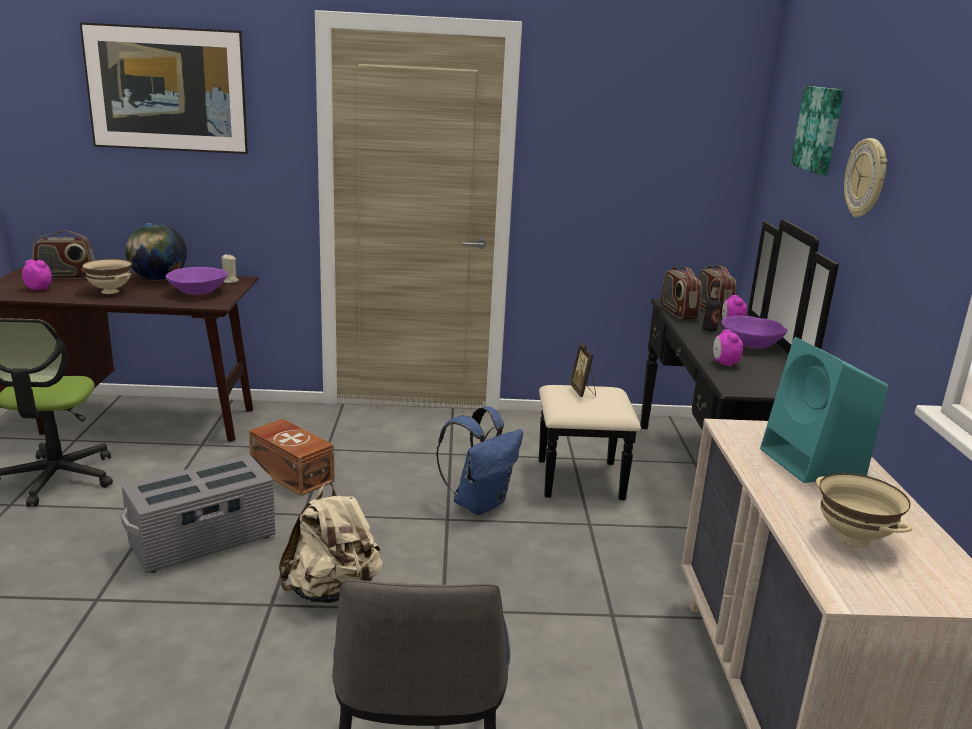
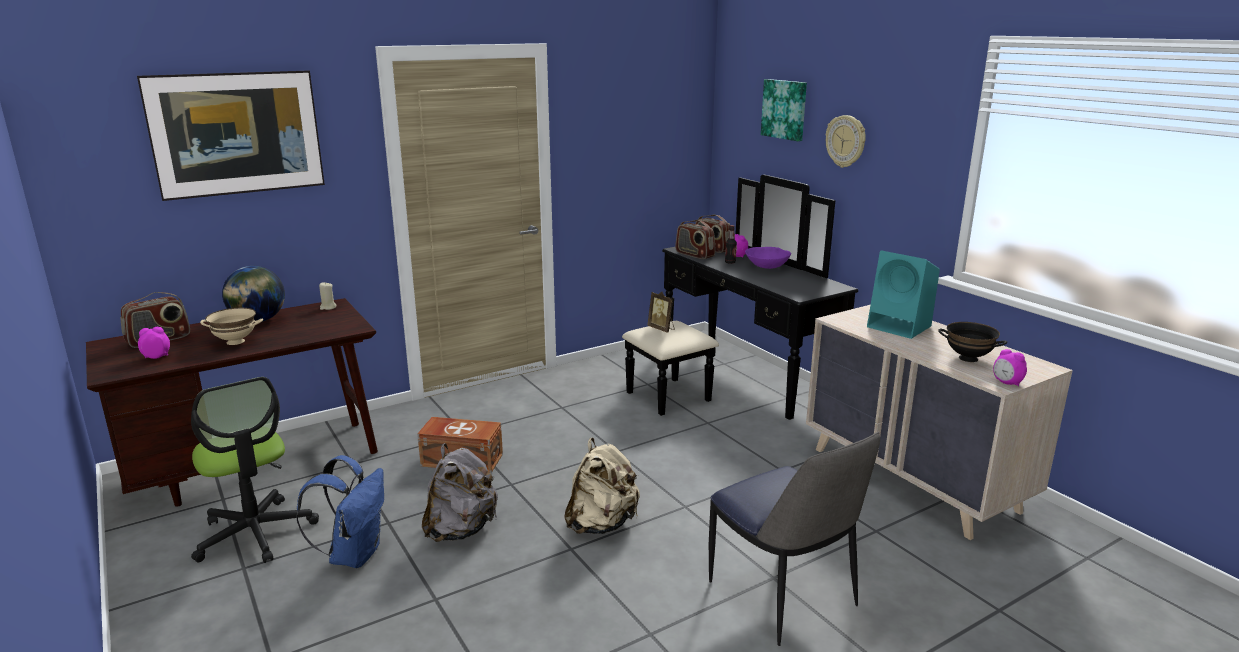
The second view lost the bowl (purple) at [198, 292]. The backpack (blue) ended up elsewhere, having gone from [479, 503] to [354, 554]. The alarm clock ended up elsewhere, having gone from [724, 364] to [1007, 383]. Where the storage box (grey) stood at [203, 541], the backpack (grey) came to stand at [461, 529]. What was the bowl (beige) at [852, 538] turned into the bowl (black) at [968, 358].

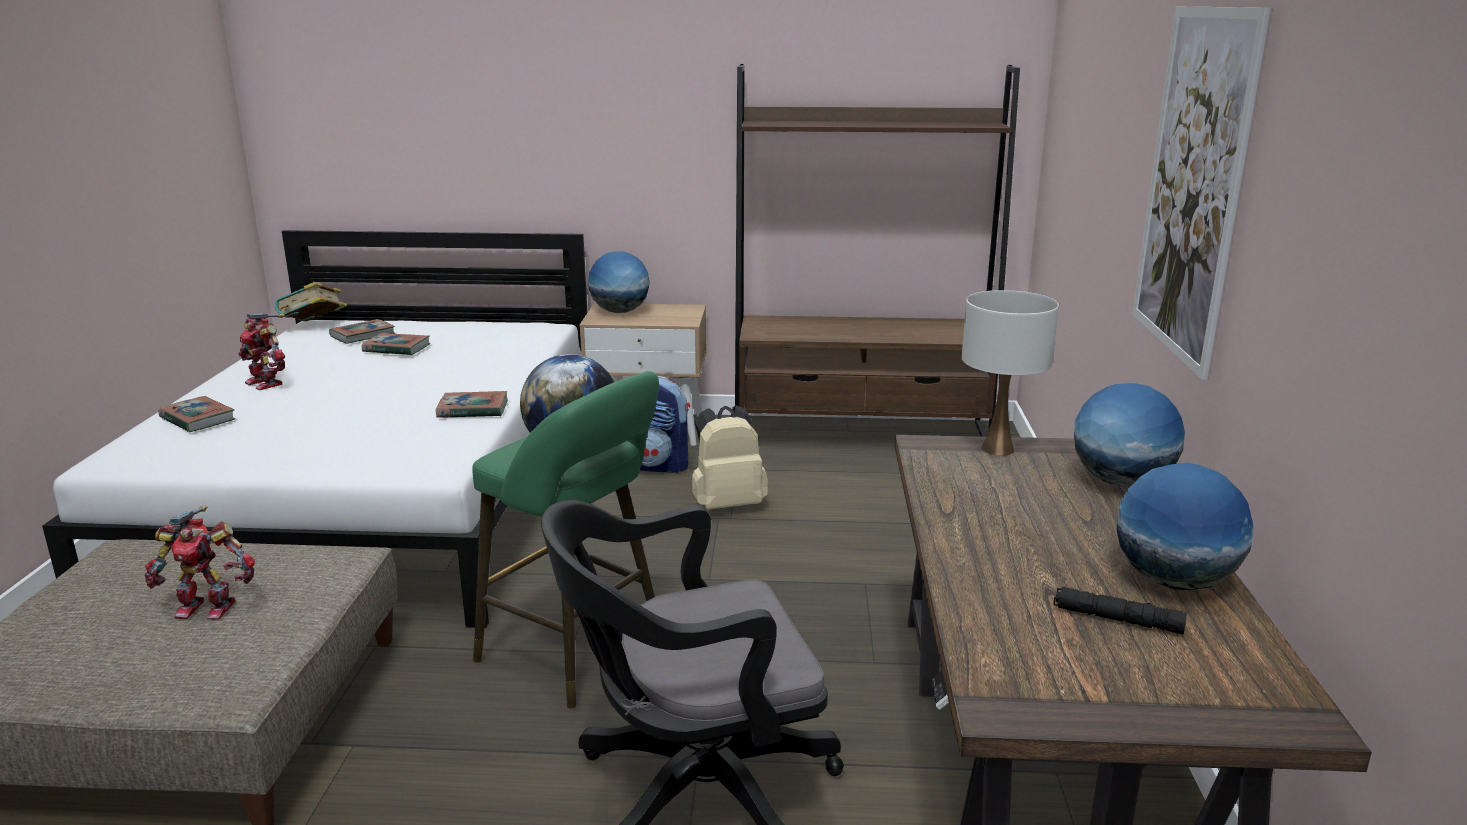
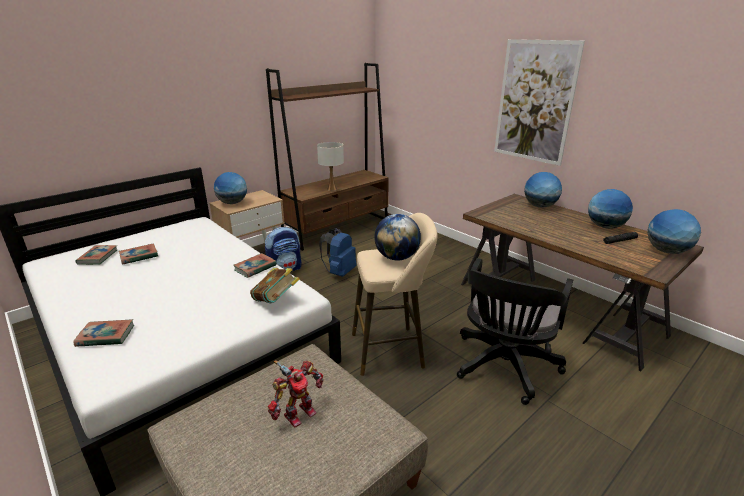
The second view lost the toy robot at [267, 383]. The second view gained the globe at [666, 251]. The book ended up elsewhere, having gone from [314, 326] to [276, 301]. The table lamp (white) ended up elsewhere, having gone from [997, 449] to [332, 189]. What was the stool (green) at [579, 654] turned into the stool (beige) at [391, 349]. What was the backpack (beige) at [727, 504] turned into the backpack (blue) at [339, 272].

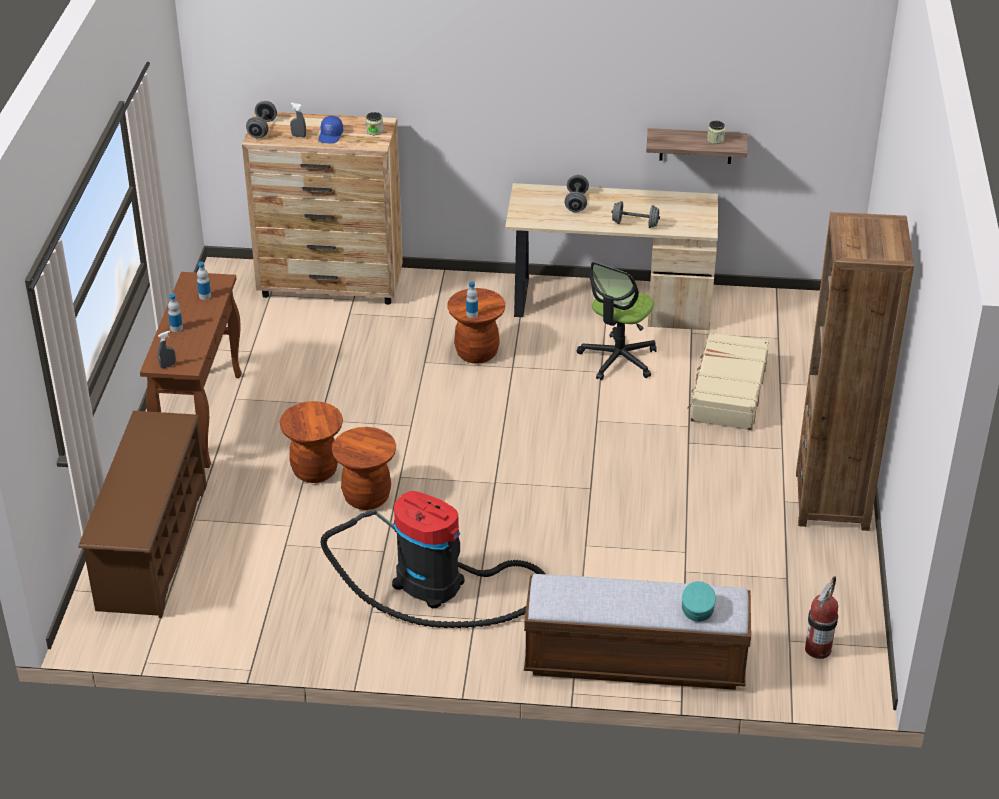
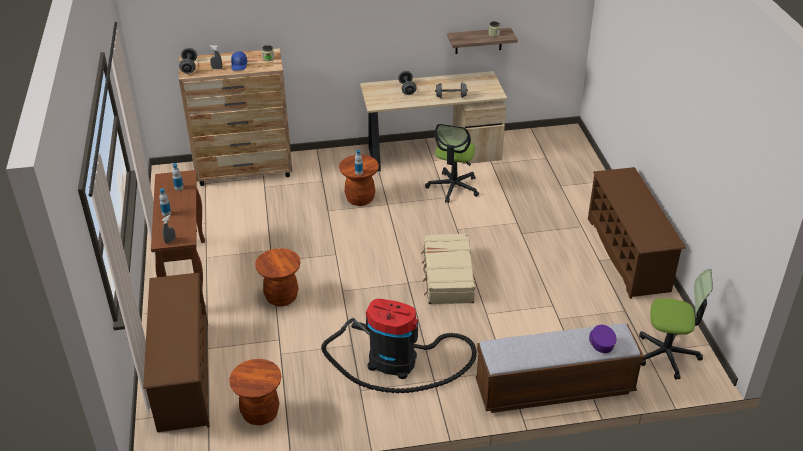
The stool (brown) ended up elsewhere, having gone from [367, 497] to [260, 413]. The suitcase (beige) ended up elsewhere, having gone from [727, 392] to [447, 276]. Where the bookcase (brown) stood at [832, 501], the shoe rack (brown) came to stand at [628, 254]. Where the fire extinguisher stood at [818, 649], the office chair came to stand at [667, 354]. What was the cap (turquoise) at [697, 606] turned into the cap (purple) at [601, 342].

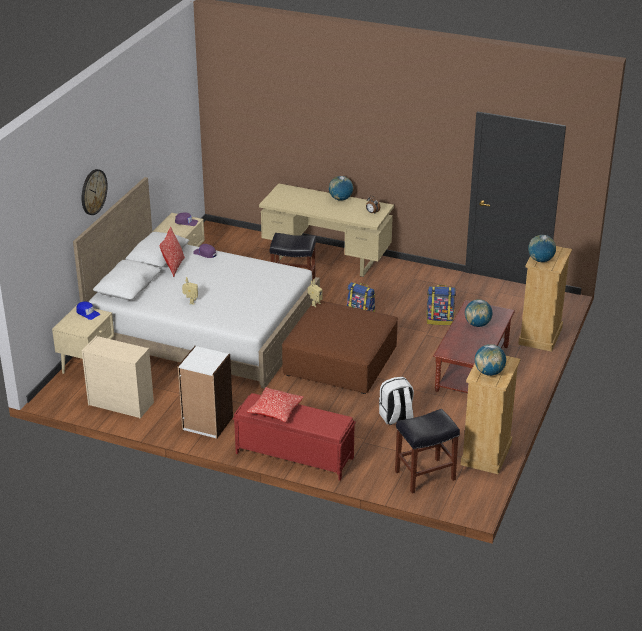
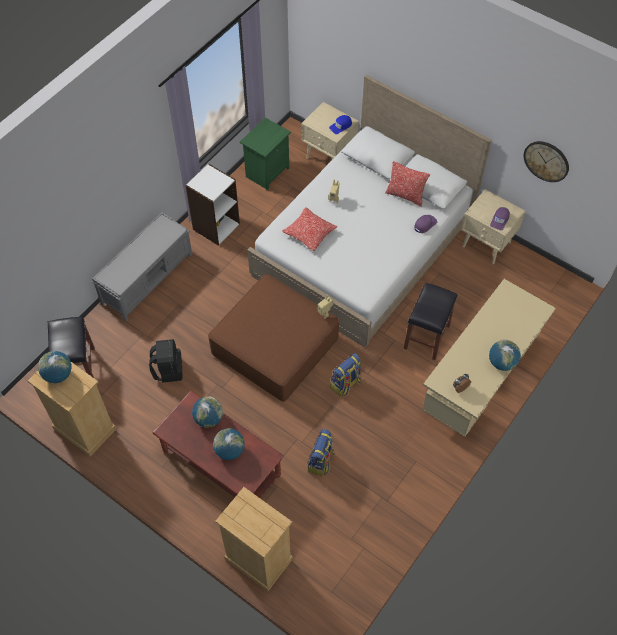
The wall clock ended up elsewhere, having gone from [93, 192] to [546, 161]. The pillow ended up elsewhere, having gone from [275, 410] to [309, 233]. The globe ended up elsewhere, having gone from [540, 260] to [209, 419]. Where the dresser (beige) stood at [120, 403], the nightstand (green) came to stand at [266, 172]. What was the bench (red) at [293, 455] turned into the bench (grey) at [147, 278]. What was the backpack (white) at [396, 417] turned into the backpack (black) at [168, 370].

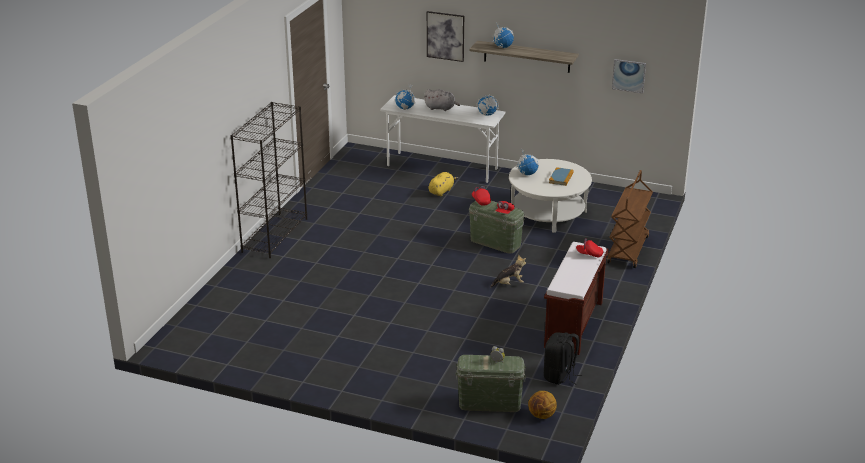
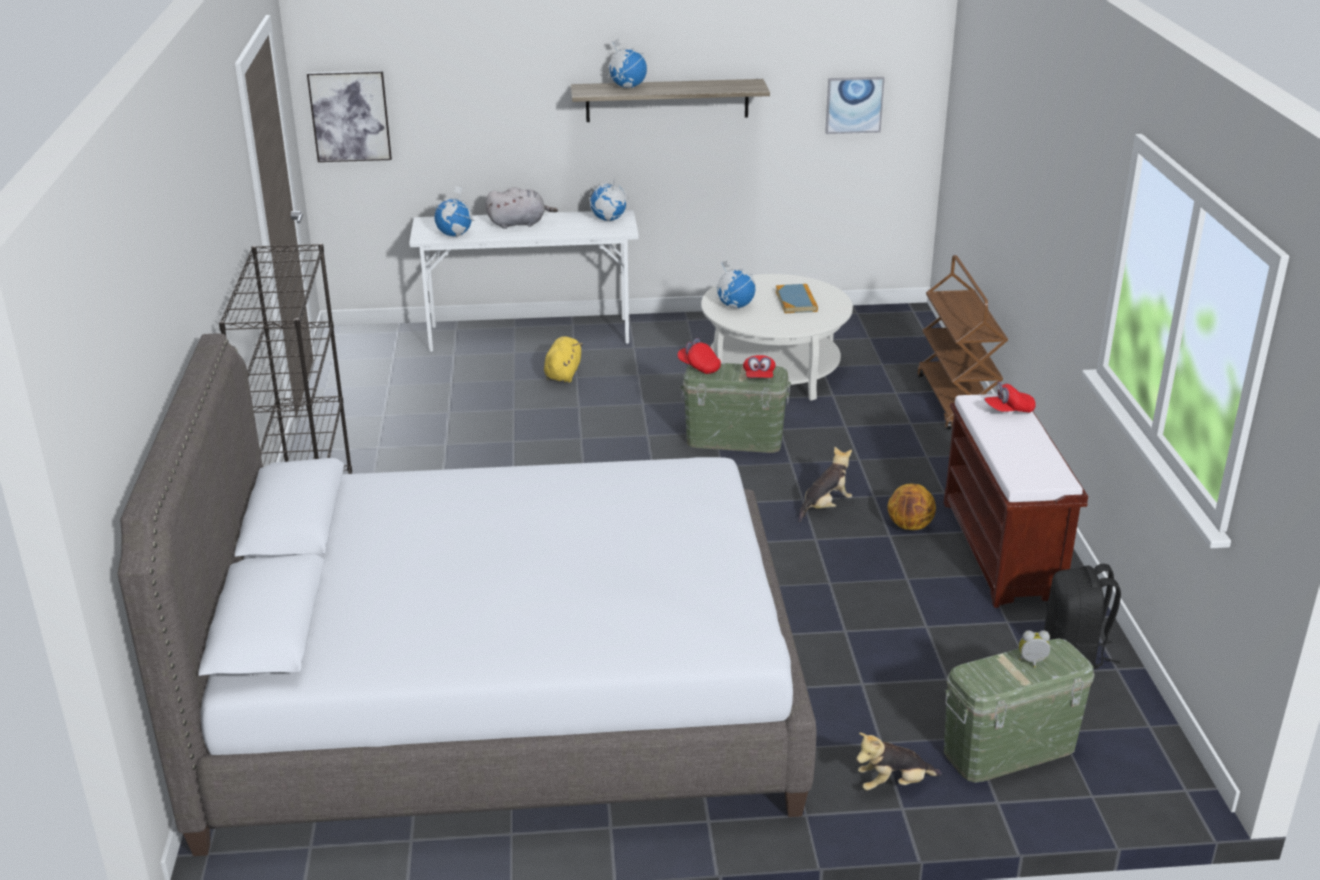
The second view gained the bed (grey) at [502, 699]. The second view gained the plush toy at [893, 784]. The picture ended up elsewhere, having gone from [445, 36] to [350, 116]. The basketball ended up elsewhere, having gone from [541, 415] to [910, 526].

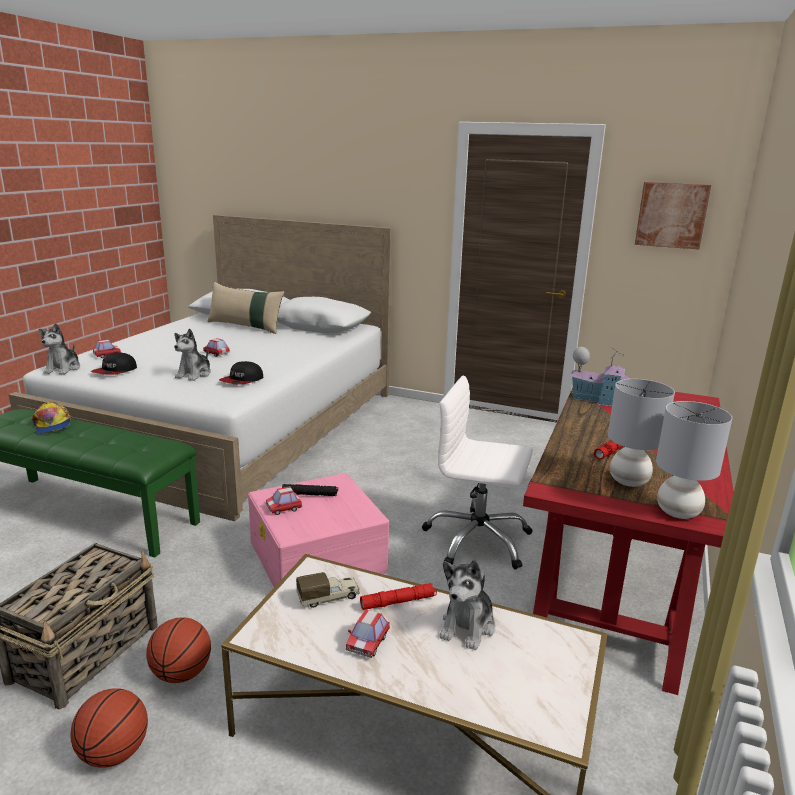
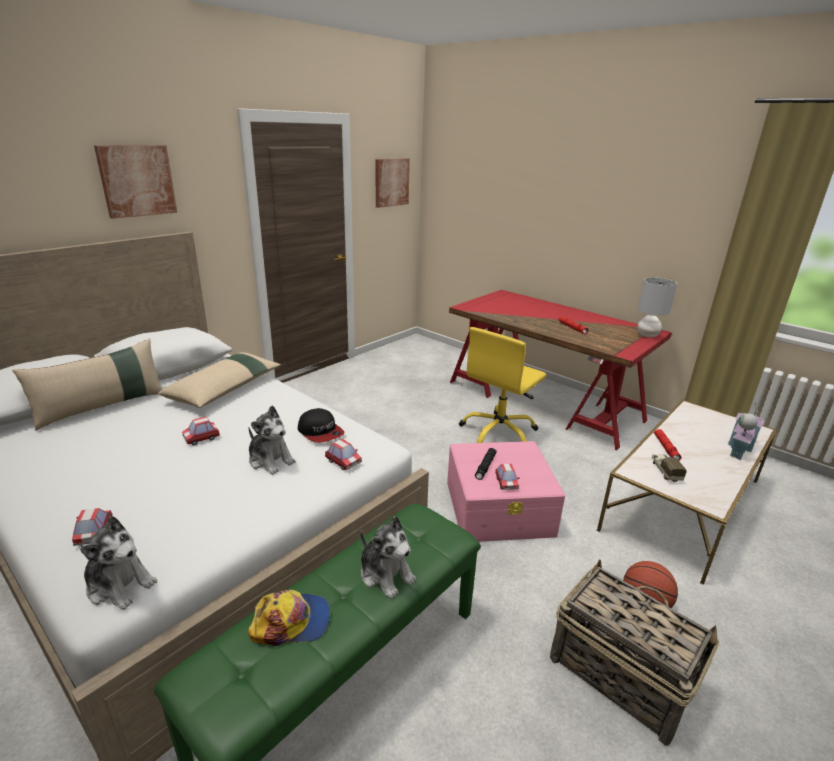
The second view lost the basketball at [114, 753]. The second view lost the cap at [115, 371]. The second view lost the table lamp (grey) at [629, 481]. The second view gained the picture at [137, 181]. The second view gained the pillow (beige) at [225, 388]. The toy car ended up elsewhere, having gone from [368, 643] to [343, 462]. The plush toy ended up elsewhere, having gone from [468, 626] to [386, 574]. The toy house ended up elsewhere, having gone from [596, 399] to [738, 449]. What was the office chair (white) at [477, 540] turned into the office chair (yellow) at [499, 434].

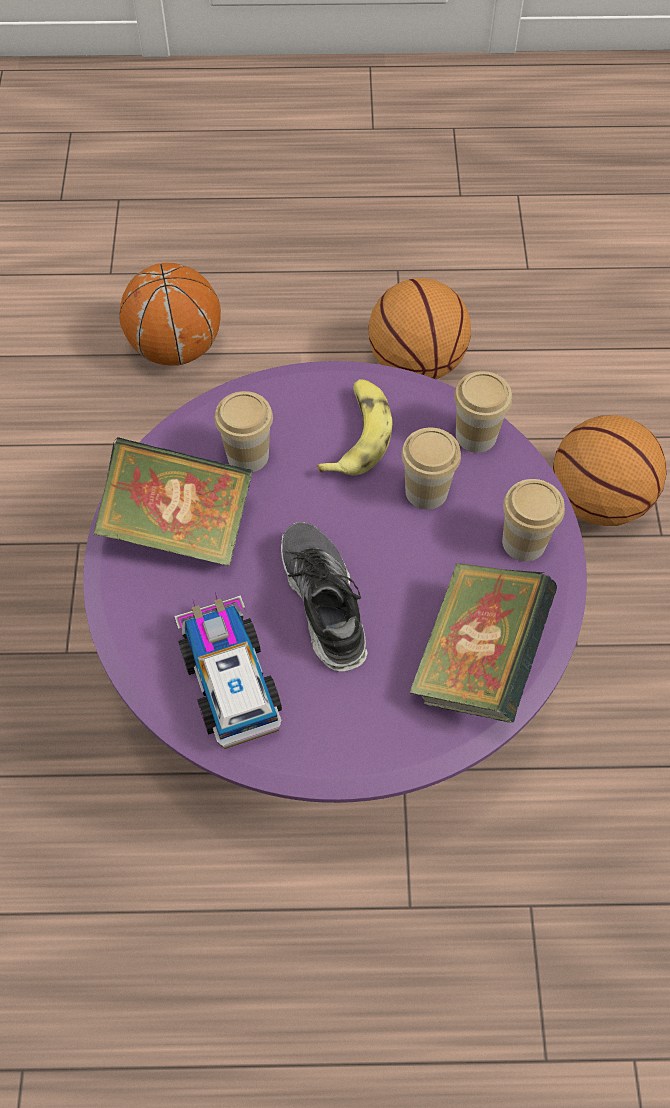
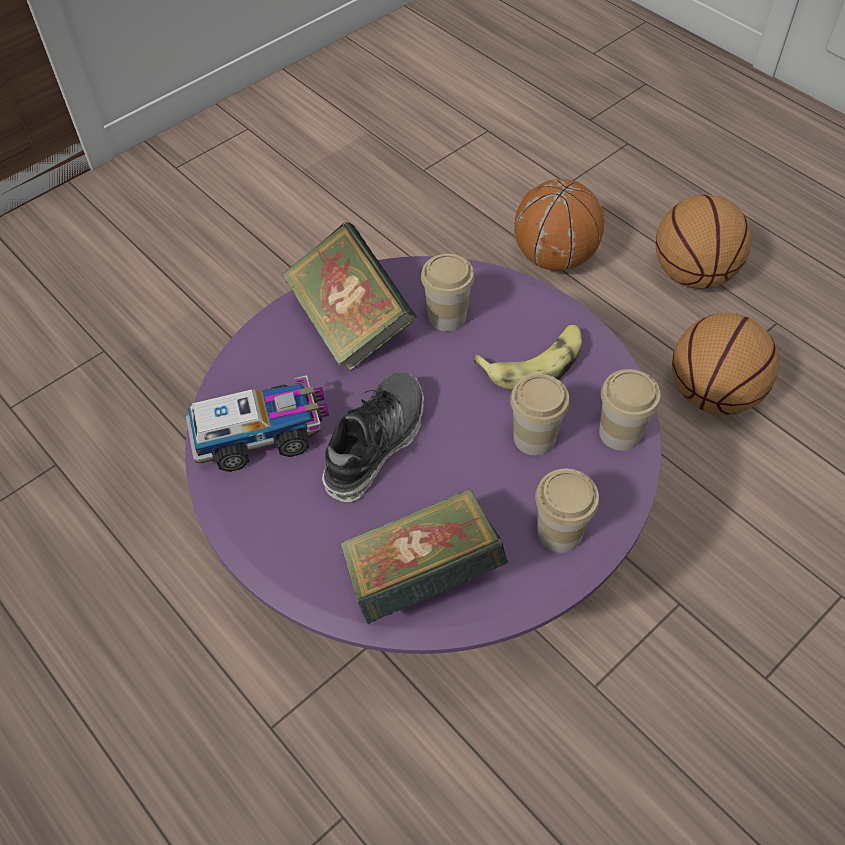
The basketball ended up elsewhere, having gone from [599, 500] to [693, 275]. The toy truck at [229, 679] ended up facing another way, 45 degrees clockwise from before.

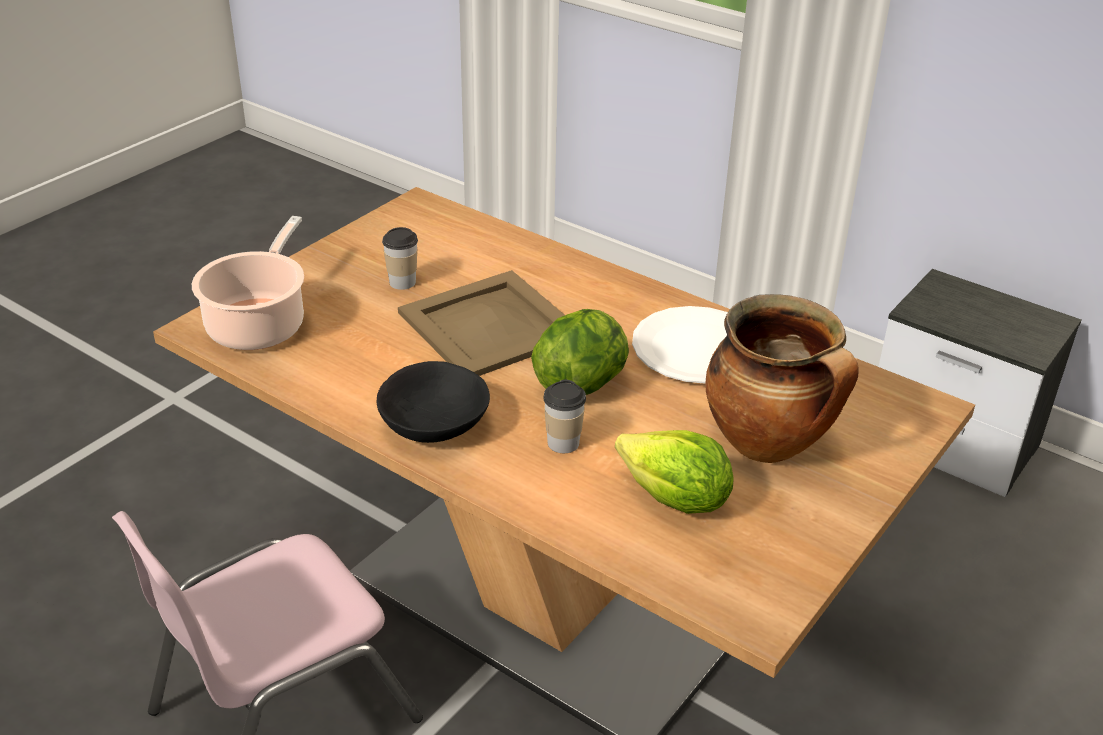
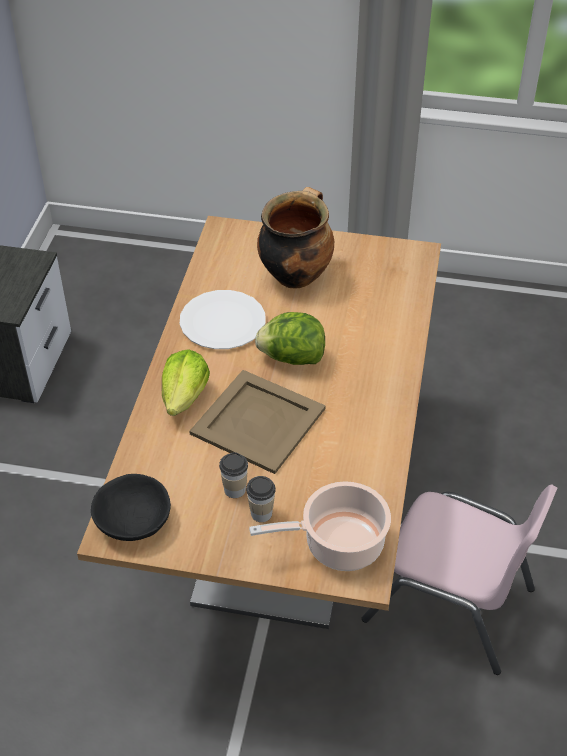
The bowl (black) ended up elsewhere, having gone from [436, 424] to [132, 520]. The cup ended up elsewhere, having gone from [563, 443] to [261, 513]. The lettuce ended up elsewhere, having gone from [674, 499] to [185, 397].

